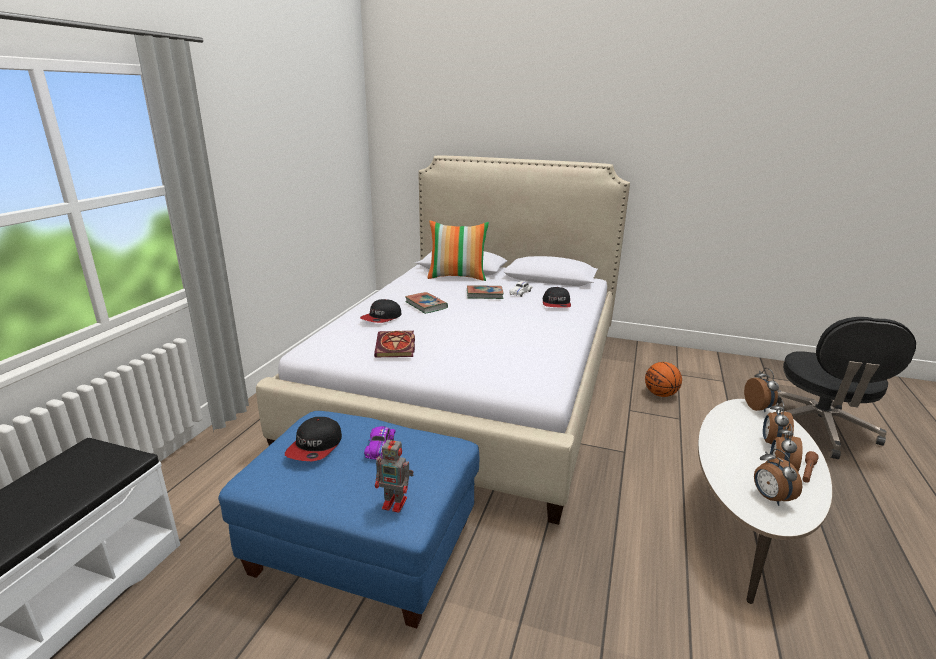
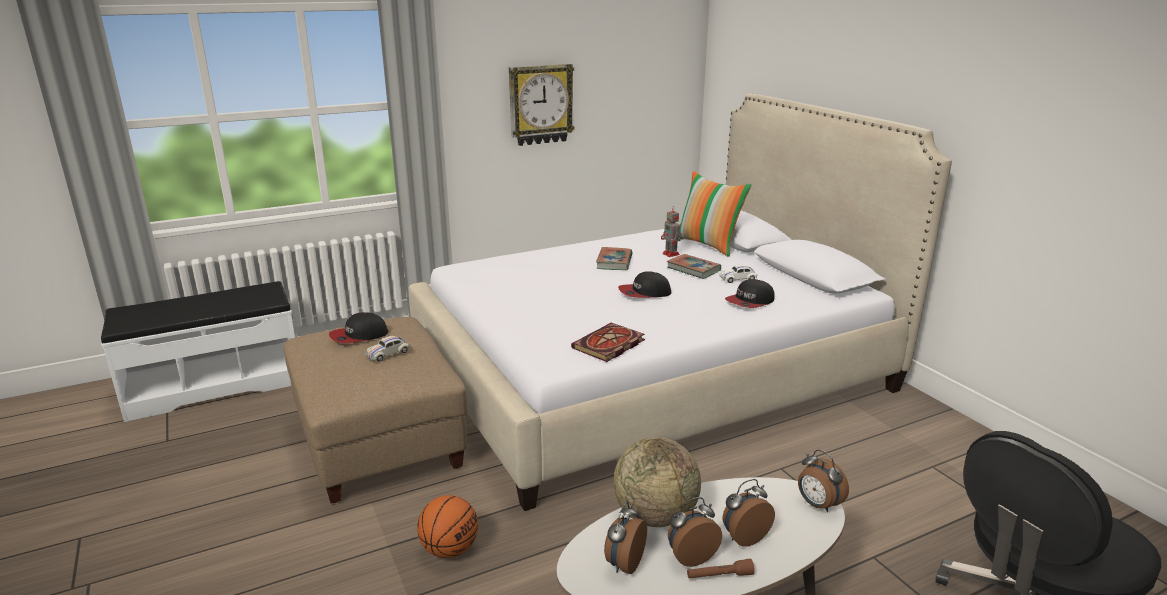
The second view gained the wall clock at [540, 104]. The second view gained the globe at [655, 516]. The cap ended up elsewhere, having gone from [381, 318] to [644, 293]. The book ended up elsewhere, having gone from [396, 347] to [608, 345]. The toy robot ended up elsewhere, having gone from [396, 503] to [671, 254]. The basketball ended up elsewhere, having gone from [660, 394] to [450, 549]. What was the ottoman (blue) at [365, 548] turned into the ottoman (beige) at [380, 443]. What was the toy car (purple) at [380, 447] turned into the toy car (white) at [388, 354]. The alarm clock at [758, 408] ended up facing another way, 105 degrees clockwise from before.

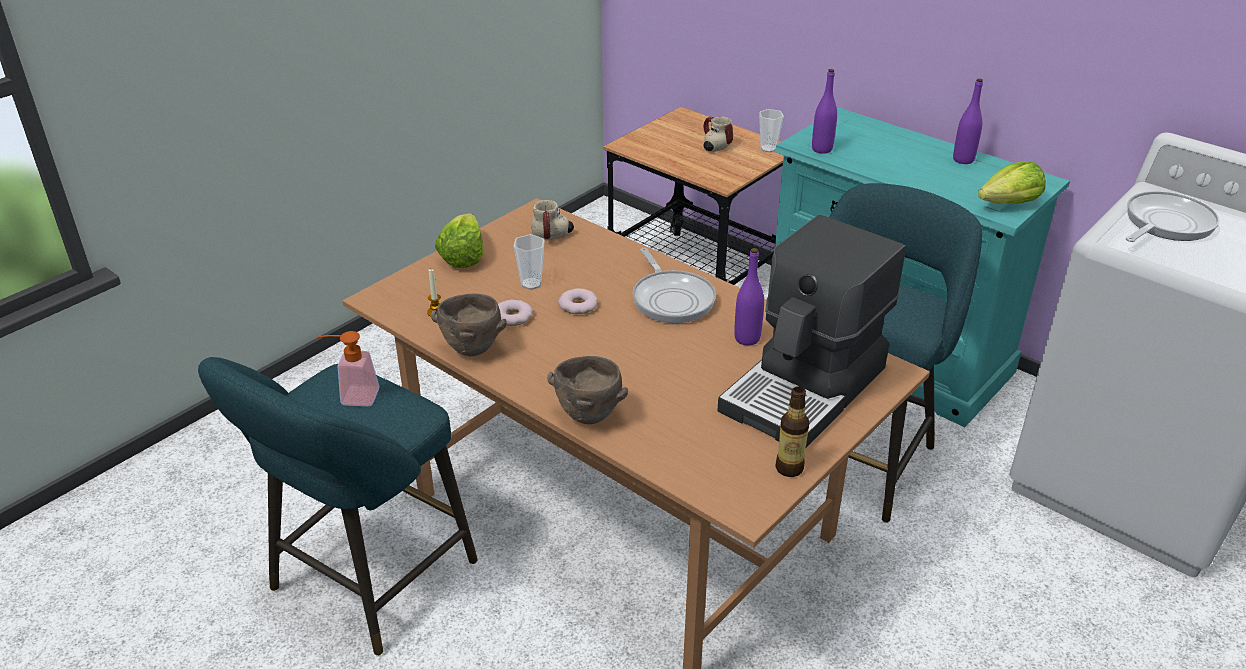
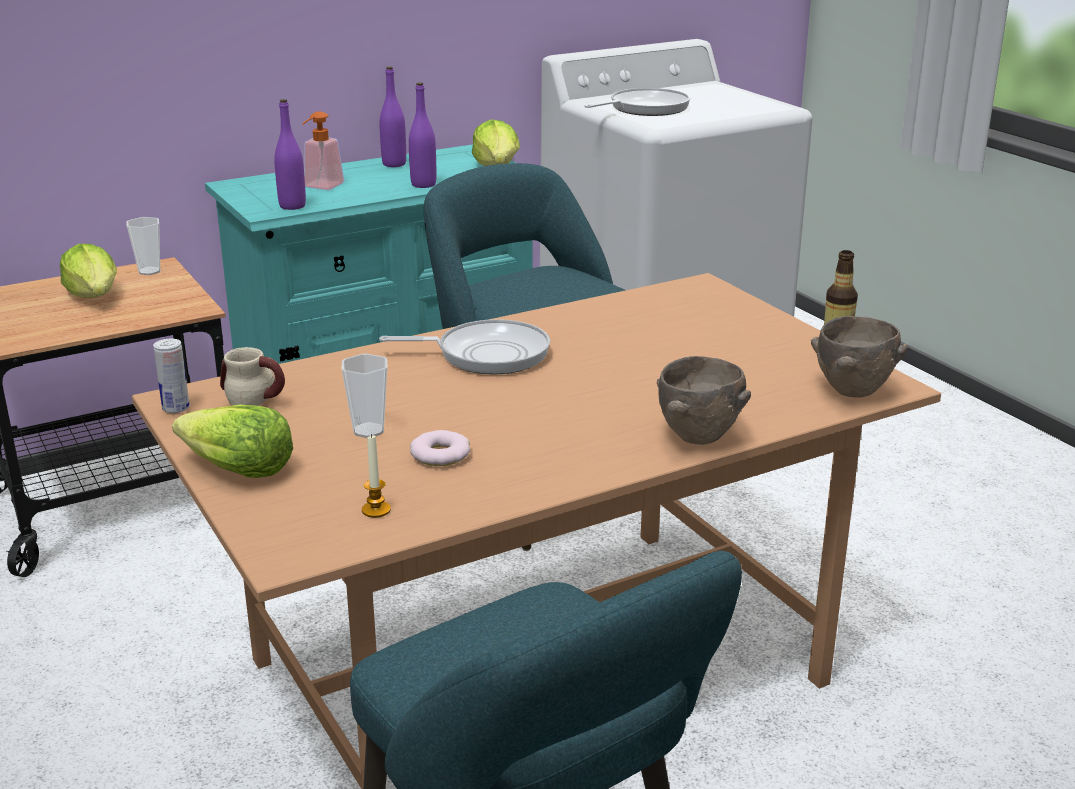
The second view lost the donut at [578, 305]. The second view lost the coffee machine at [806, 389]. The second view gained the can at [176, 408]. The soap dispenser ended up elsewhere, having gone from [353, 396] to [320, 187]. The bowl (brown) ended up elsewhere, having gone from [474, 350] to [852, 392]. The bottle (purple) ended up elsewhere, having gone from [747, 338] to [423, 184]. Where the mug stood at [713, 146], the lettuce came to stand at [94, 296]. The frying pan at [1165, 224] ended up facing another way, 75 degrees clockwise from before.

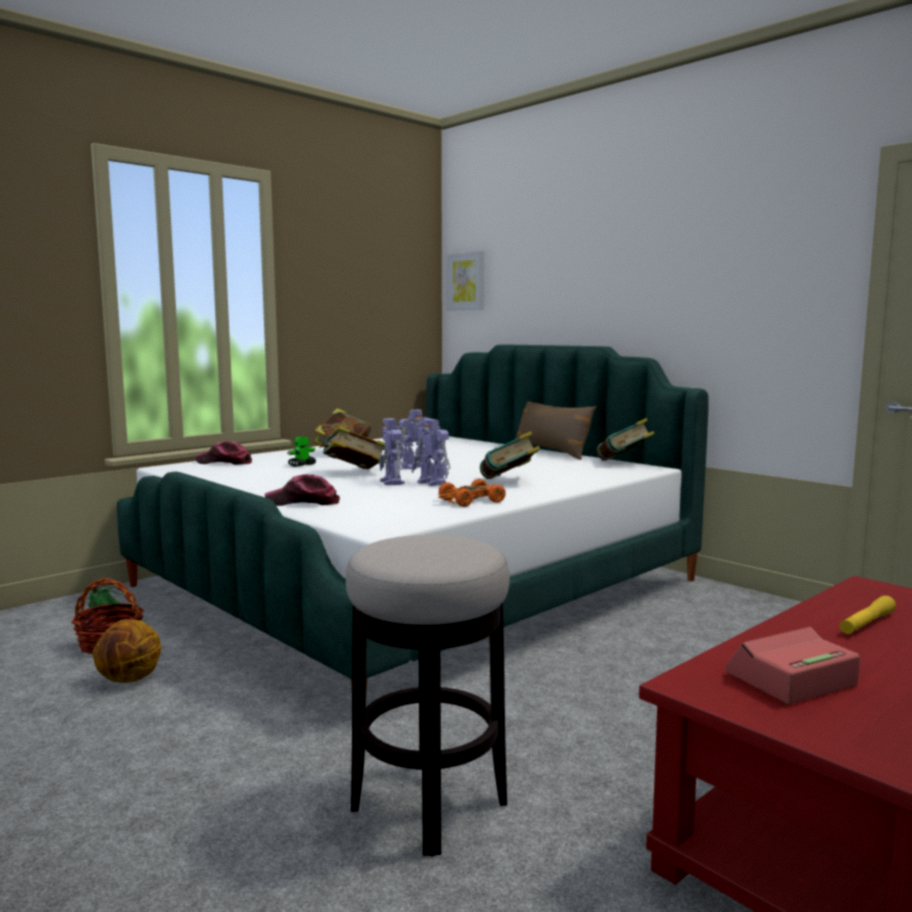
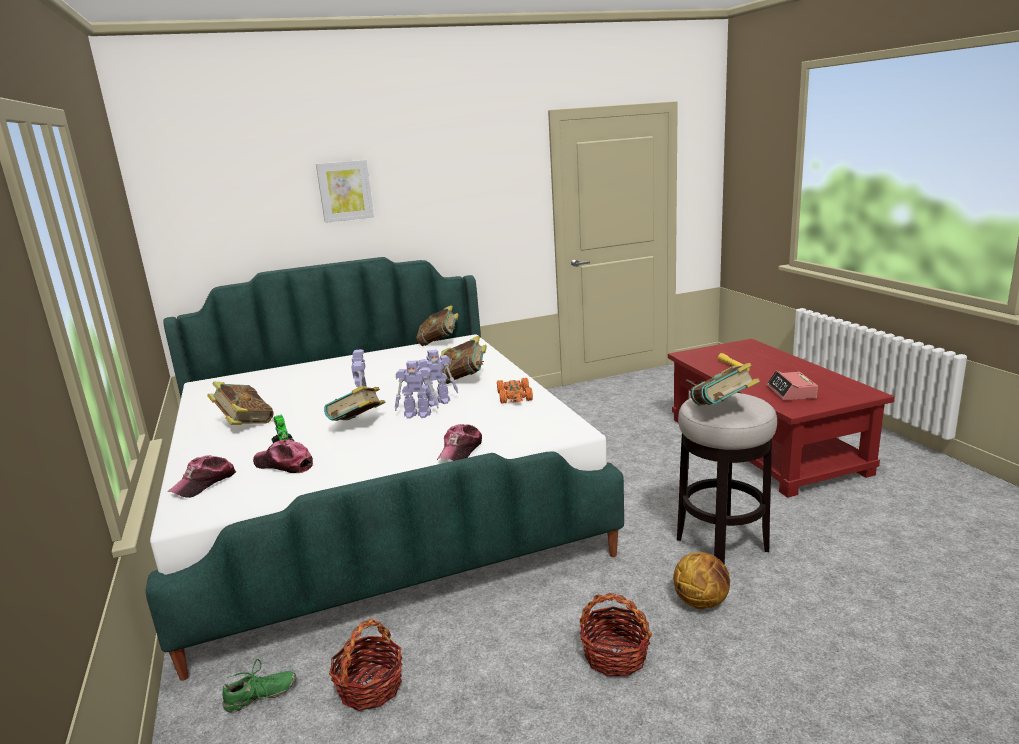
The second view lost the pillow (brown) at [552, 452]. The second view gained the cap at [284, 464]. The second view gained the basket at [615, 656]. The second view gained the book at [723, 410]. The basketball ended up elsewhere, having gone from [129, 680] to [701, 602]. The picture ended up elsewhere, having gone from [466, 281] to [345, 191].

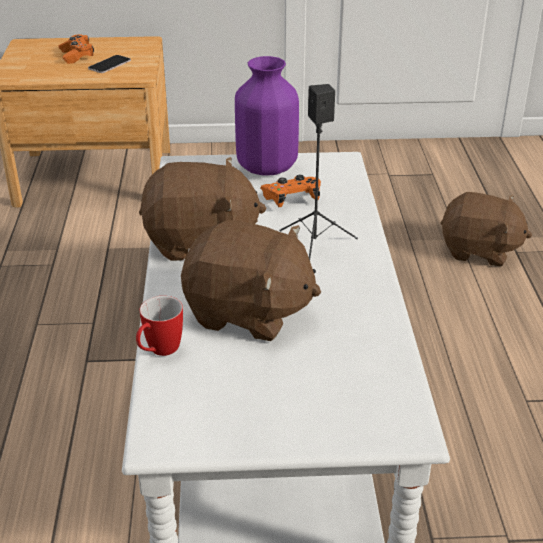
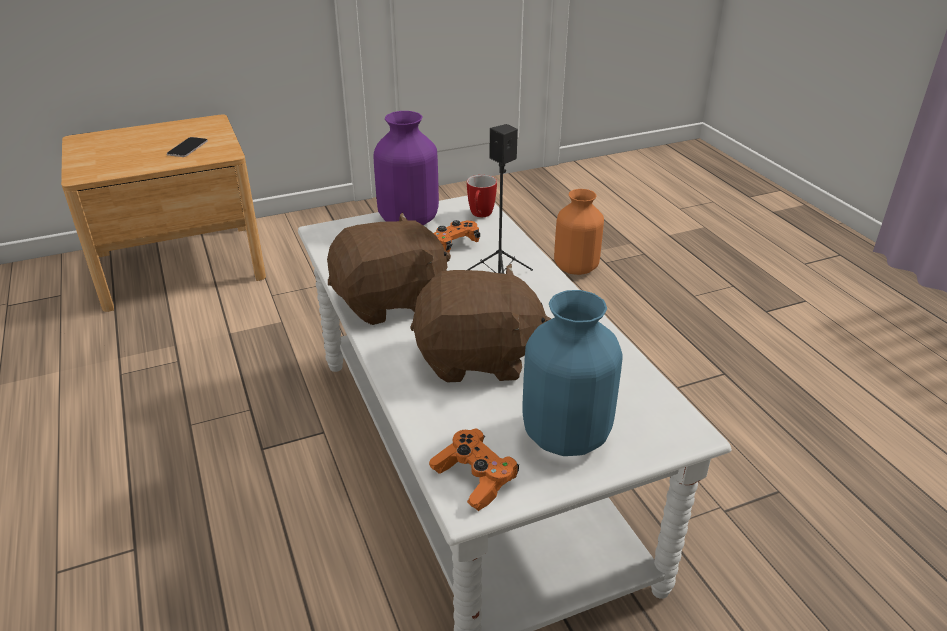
The second view gained the vase (blue) at [564, 436]. The game controller (orange) ended up elsewhere, having gone from [77, 56] to [474, 478]. The mug ended up elsewhere, having gone from [159, 352] to [480, 216]. Where the plush toy (brown) stood at [479, 250], the vase (orange) came to stand at [575, 267].

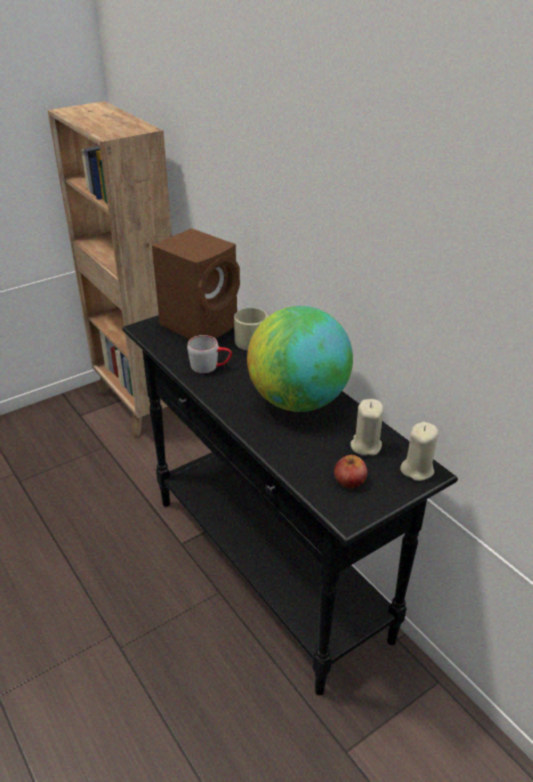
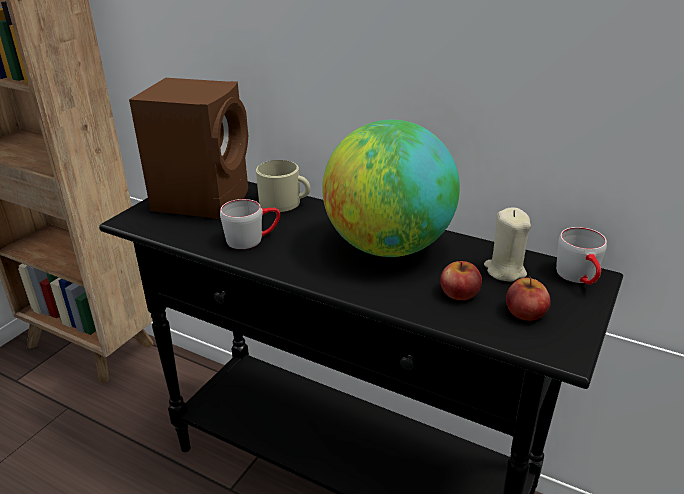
The second view gained the apple at [459, 292]. Where the candle (beige) stood at [417, 469], the mug (grey) came to stand at [580, 278].

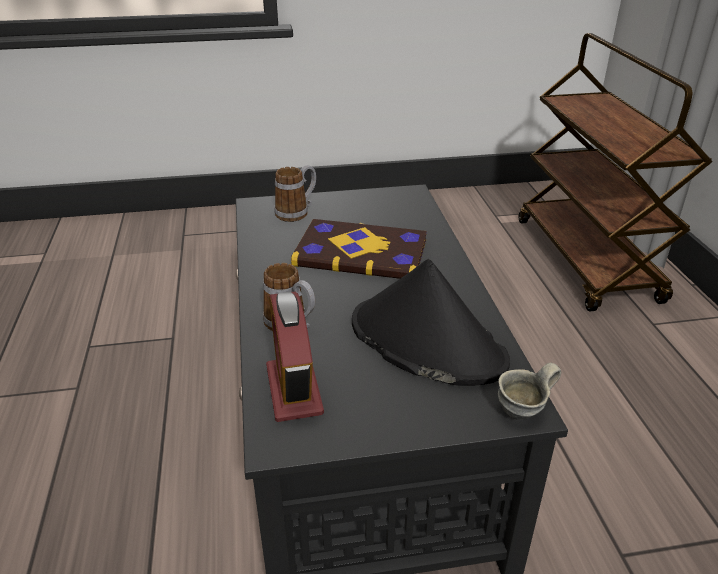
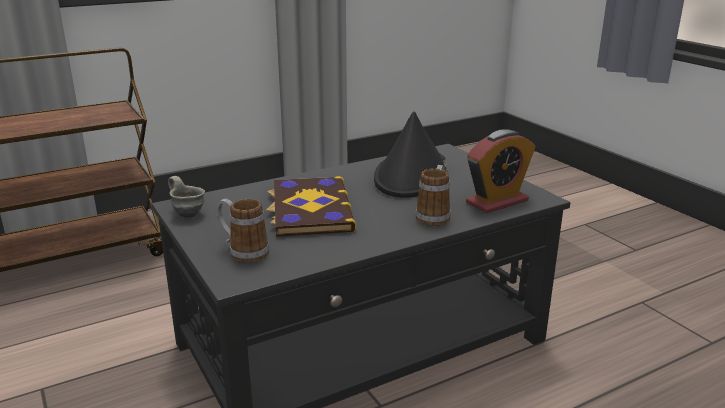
The mug (grey) ended up elsewhere, having gone from [524, 413] to [188, 213].

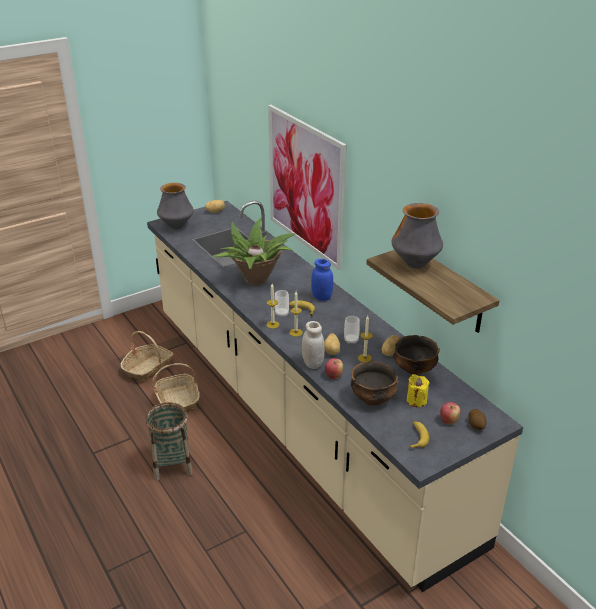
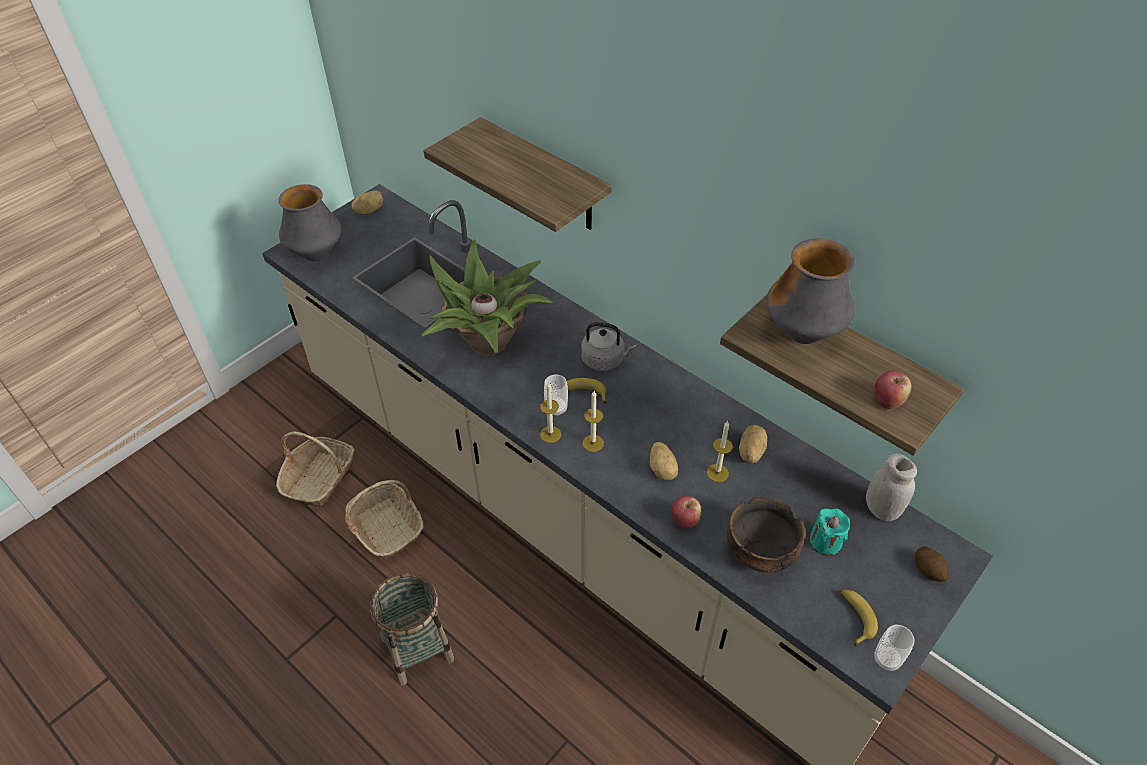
The second view lost the bowl at [414, 369]. The jar (white) ended up elsewhere, having gone from [313, 363] to [881, 509]. The cup ended up elsewhere, having gone from [351, 340] to [887, 659]. The apple ended up elsewhere, having gone from [449, 421] to [887, 401]. Where the picture hung at [306, 185], the shelf came to hang at [544, 176]. Where the jar (blue) stood at [321, 297], the kettle (grey) came to stand at [605, 360]. What was the candle (yellow) at [416, 400] turned into the candle (turquoise) at [825, 542].

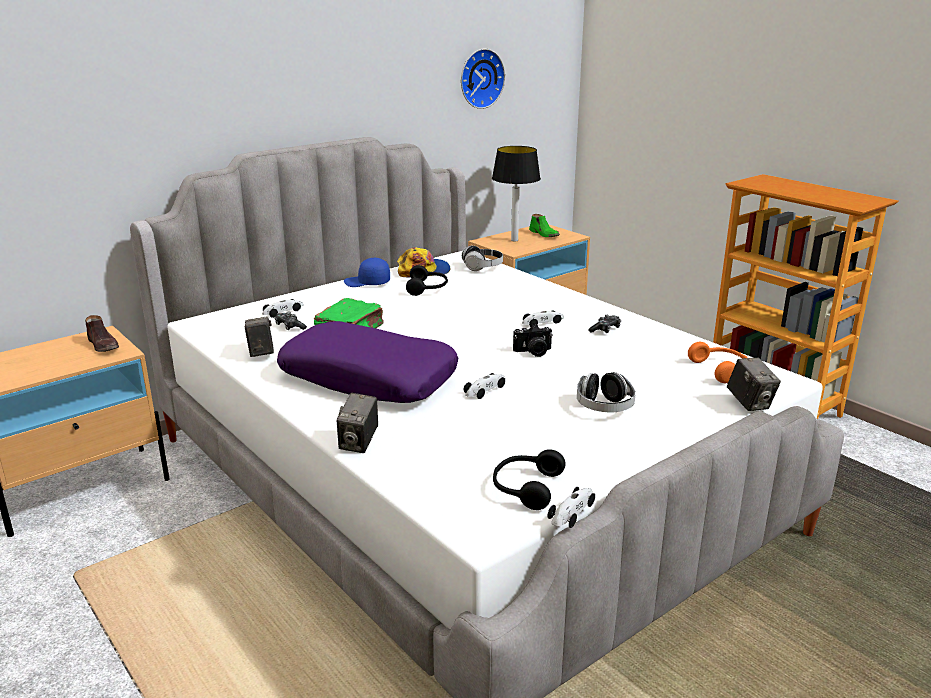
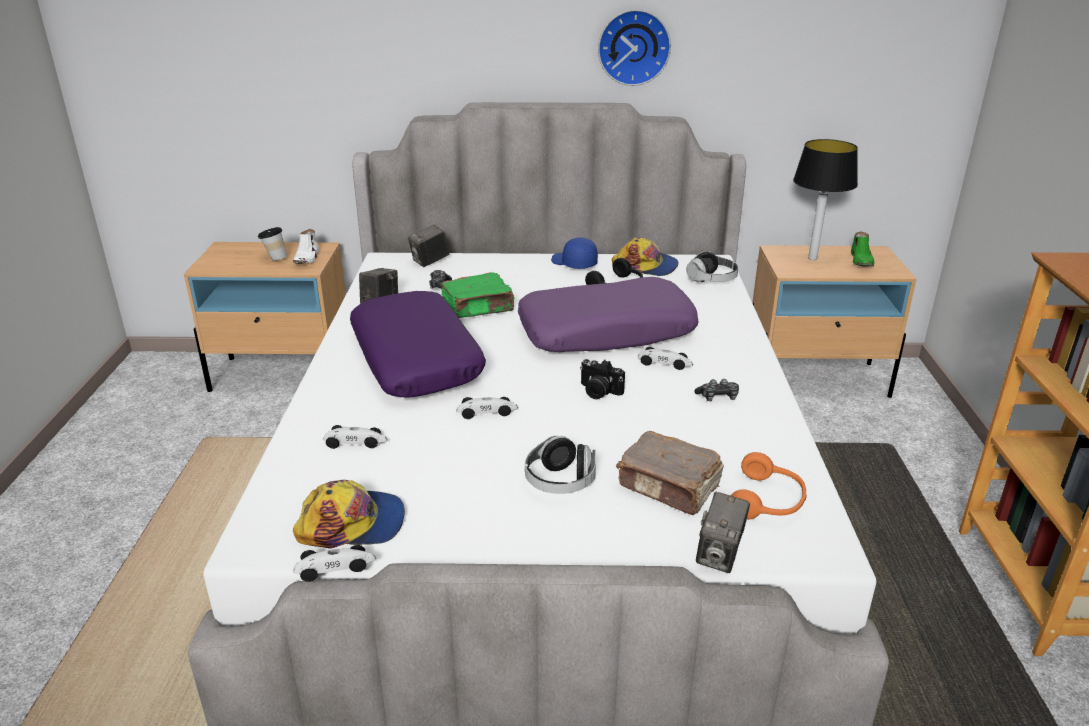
The second view gained the cup at [274, 259]. The second view gained the pillow (purple) at [606, 331]. The second view gained the book (brown) at [669, 487]. The toy car ended up elsewhere, having gone from [283, 312] to [355, 442]. The photo camera ended up elsewhere, having gone from [359, 443] to [430, 262]. The wall clock ended up elsewhere, having gone from [480, 78] to [633, 47]. Where the headphones (black) stood at [525, 488], the cap came to stand at [352, 523]. What was the shoe (brown) at [103, 345] turned into the shoe (white) at [307, 258].

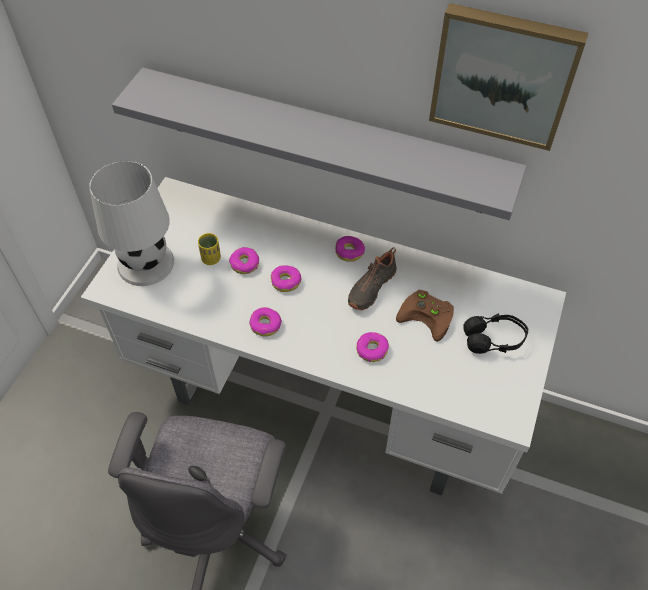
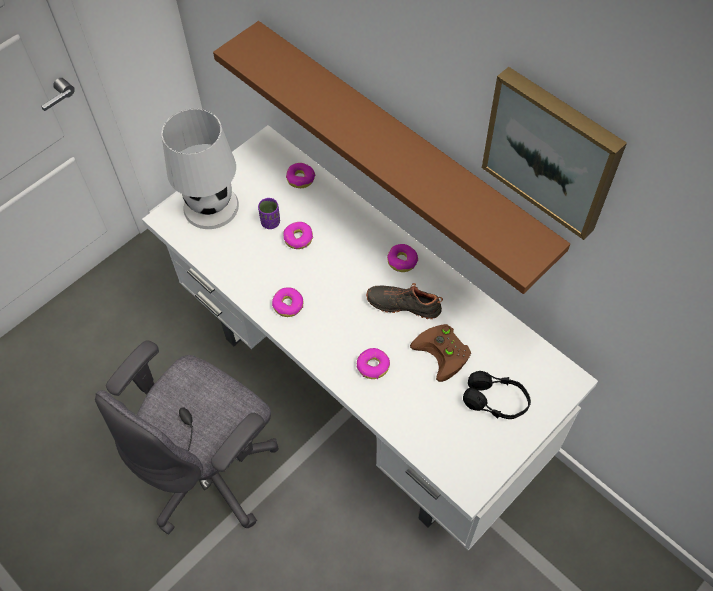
The donut ended up elsewhere, having gone from [286, 281] to [300, 179]. What was the shelf (grey) at [323, 141] turned into the shelf (brown) at [399, 147]. What was the cup (yellow) at [211, 258] turned into the cup (purple) at [270, 222]. The shoe (black) at [370, 287] ended up facing another way, 45 degrees clockwise from before.

